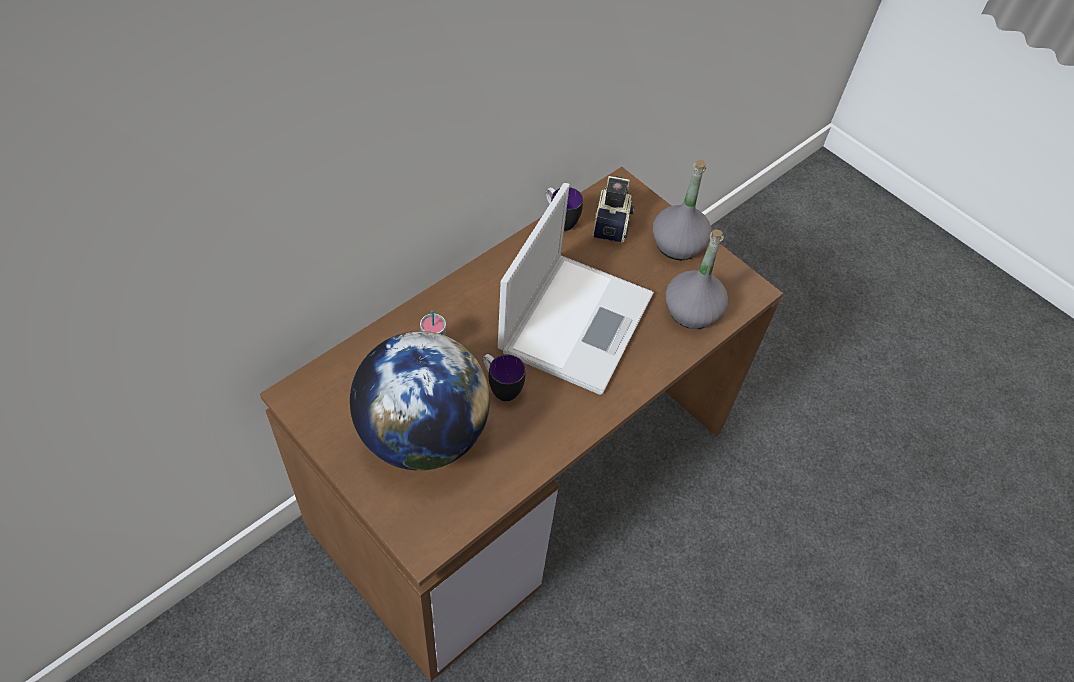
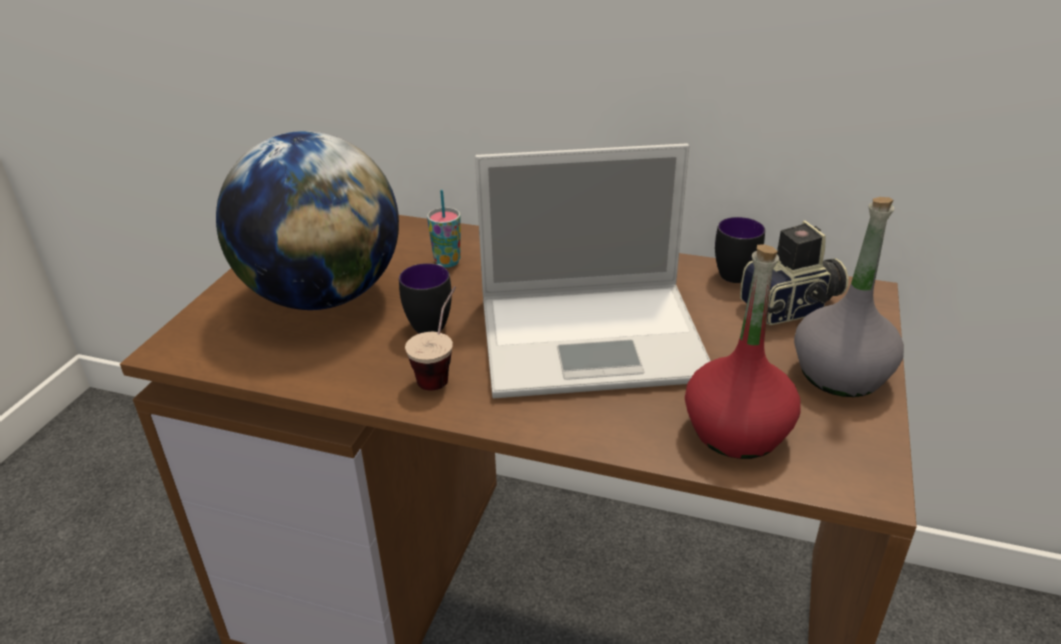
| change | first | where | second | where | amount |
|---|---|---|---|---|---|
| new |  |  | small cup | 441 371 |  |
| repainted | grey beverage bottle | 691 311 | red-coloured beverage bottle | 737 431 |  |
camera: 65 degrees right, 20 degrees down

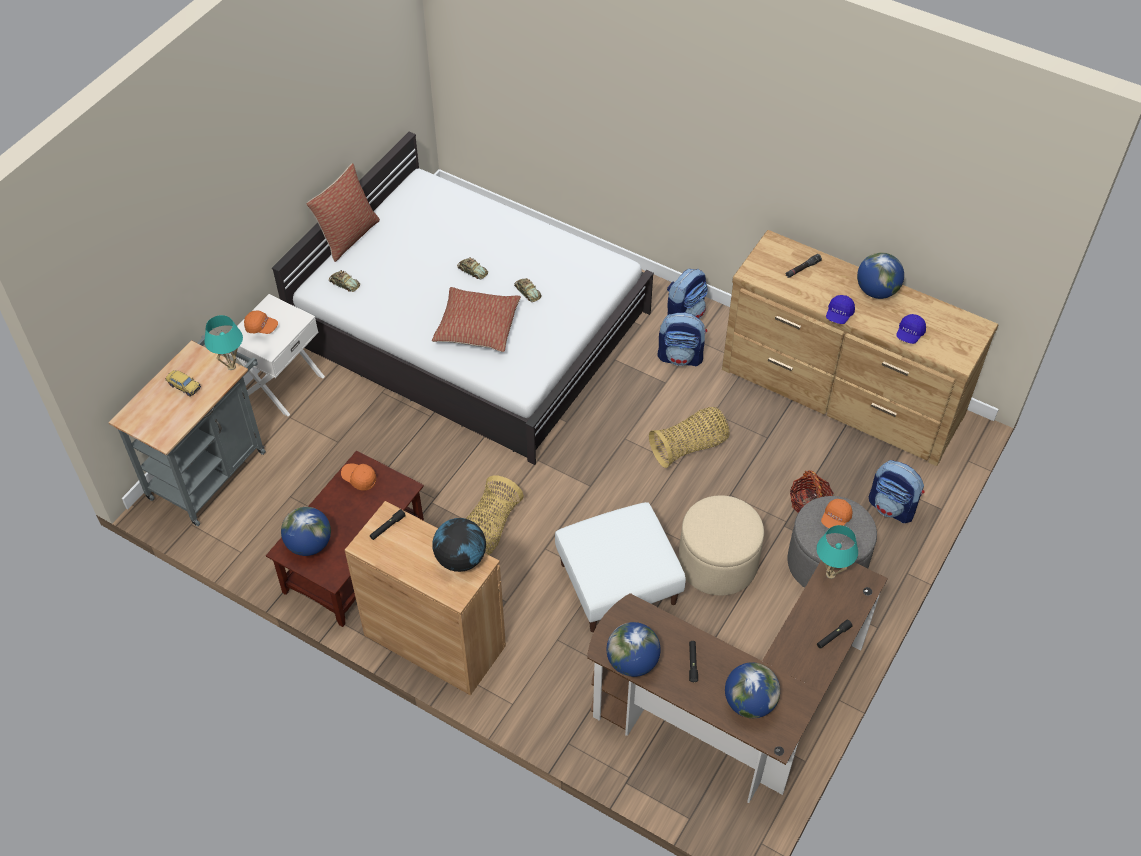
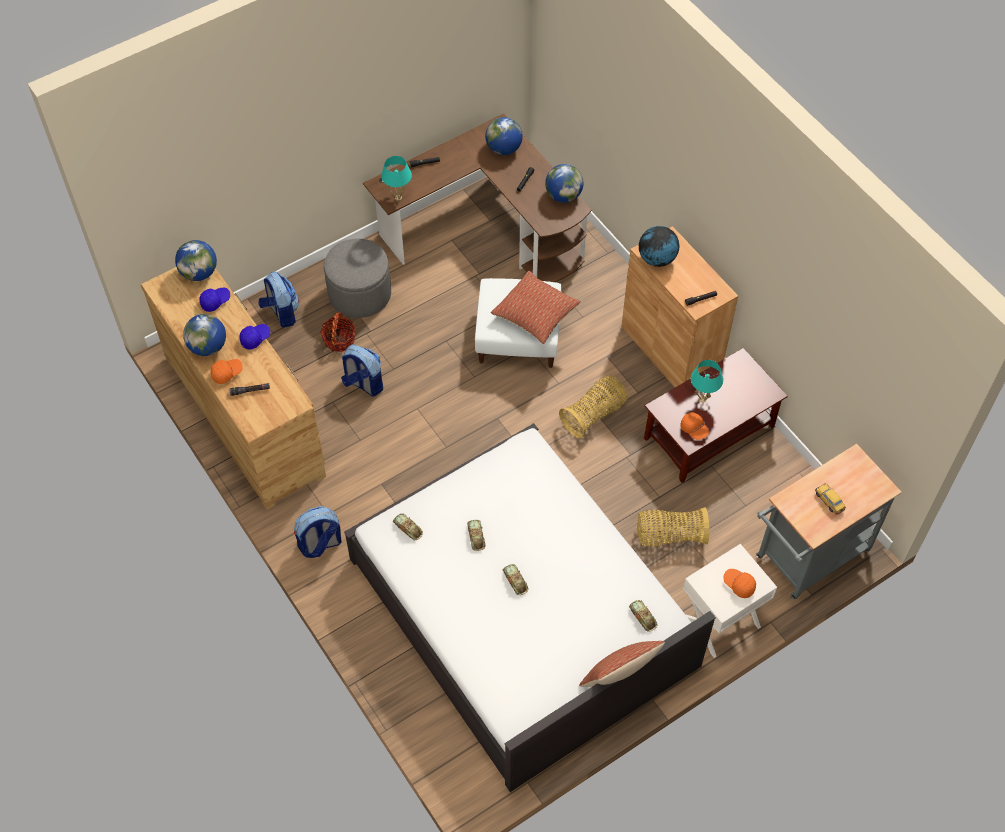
| change | first | where | second | where | amount |
|---|---|---|---|---|---|
| gone | beige ottoman | 717 563 |  |  |  |
| new |  |  | toy car | 408 528 |  |
| shifted | turquoise table lamp | 231 366 |  | 702 399 |  |
| shifted | world globe | 309 544 |  | 199 273 |  |
| shifted | pillow | 477 327 |  | 535 314 |  |
| shifted | storage basket | 689 447 |  | 670 535 |  |
| shifted | rucksack | 681 357 |  | 363 384 |  |
| shifted | orange-coloured peaked cap | 835 519 |  | 227 373 |  |
camera: 155 degrees left, 5 degrees up

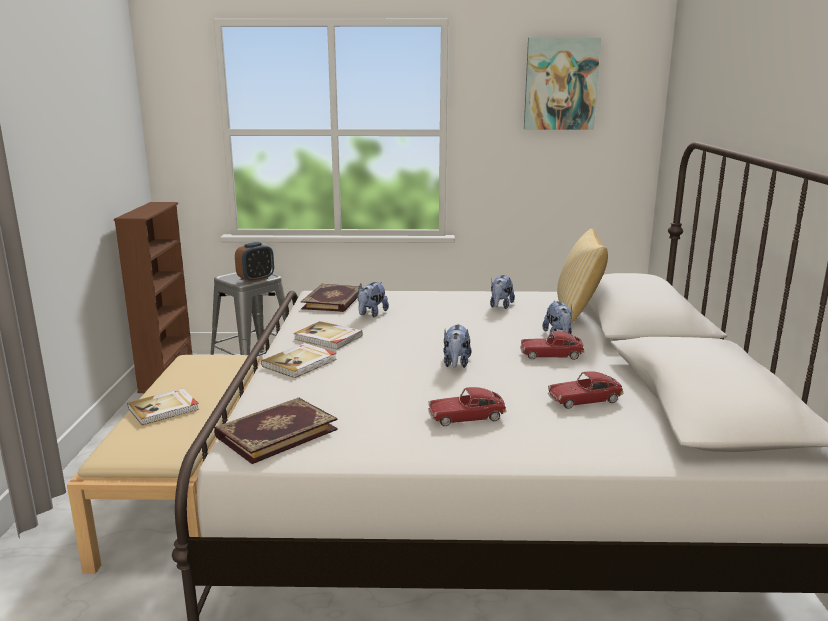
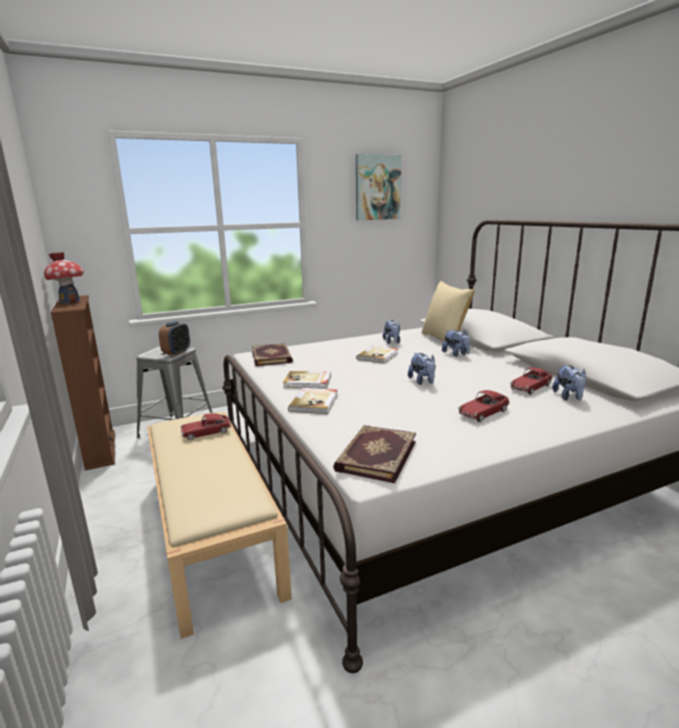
| change | first | where | second | where | amount |
|---|---|---|---|---|---|
| new |  |  | miniature house | 69 301 |  |
| shifted | bound book | 164 409 |  | 378 356 |  |
| shifted | plush toy | 371 314 |  | 569 397 |  |
| shifted | toy car | 551 355 |  | 206 433 |  |
camera: 25 degrees left, 0 degrees up

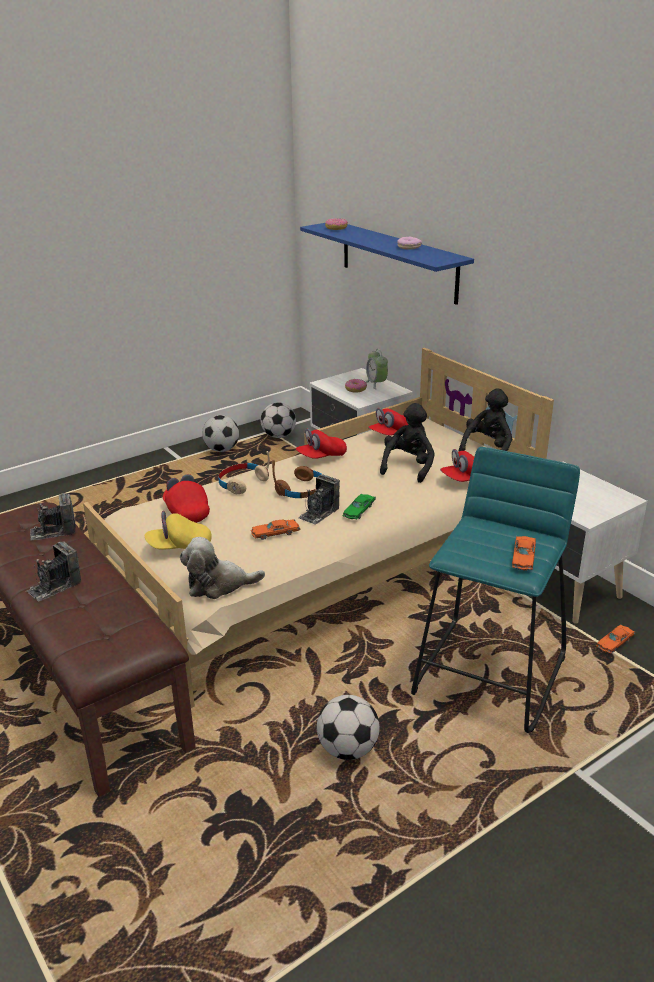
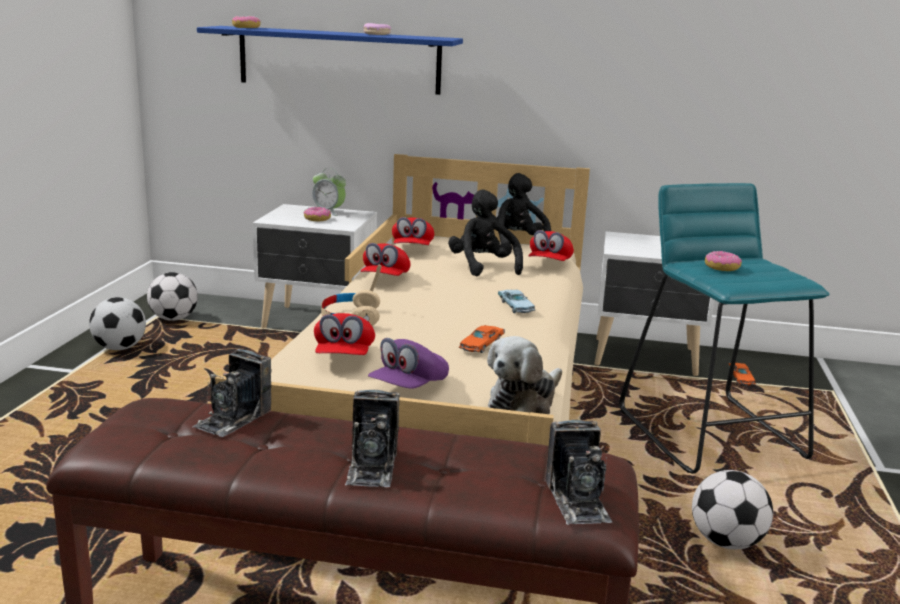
| change | first | where | second | where | amount |
|---|---|---|---|---|---|
| gone | brown-coloured pair of headphones | 302 490 |  |  |  |
| gone | orange-coloured toy car | 523 557 |  |  |  |
| new |  |  | donut | 722 267 |  |
| shifted | still camera | 319 513 |  | 577 500 |  |
| repainted | yellow-coloured peaked cap | 179 546 | purple-coloured peaked cap | 408 387 |  |
| repainted | greenish toy car | 359 510 | blue toy car | 515 306 |  |
| rotated | red-coloured peaked cap | 186 512 |  | 344 357 | 105 degrees counterclockwise |
camera: 45 degrees left, 10 degrees down

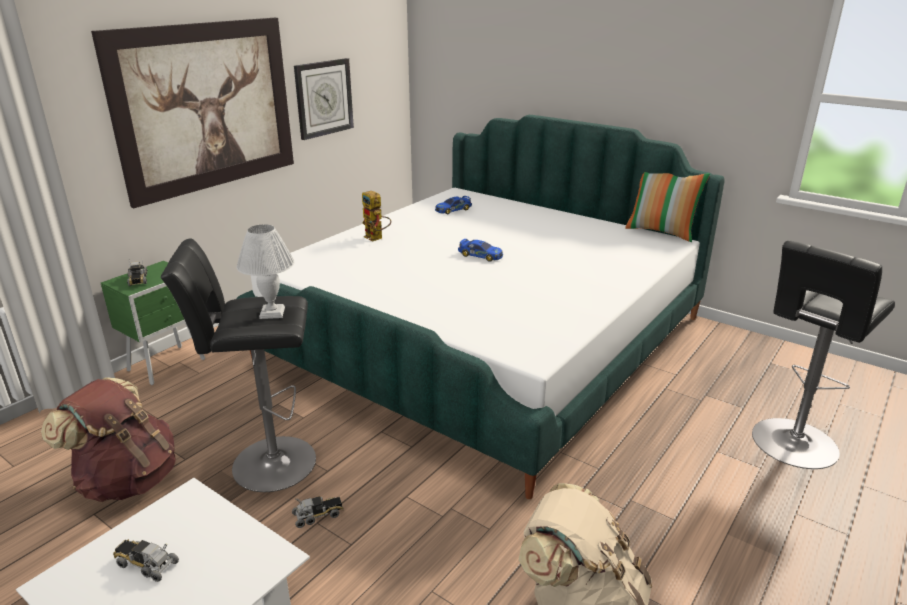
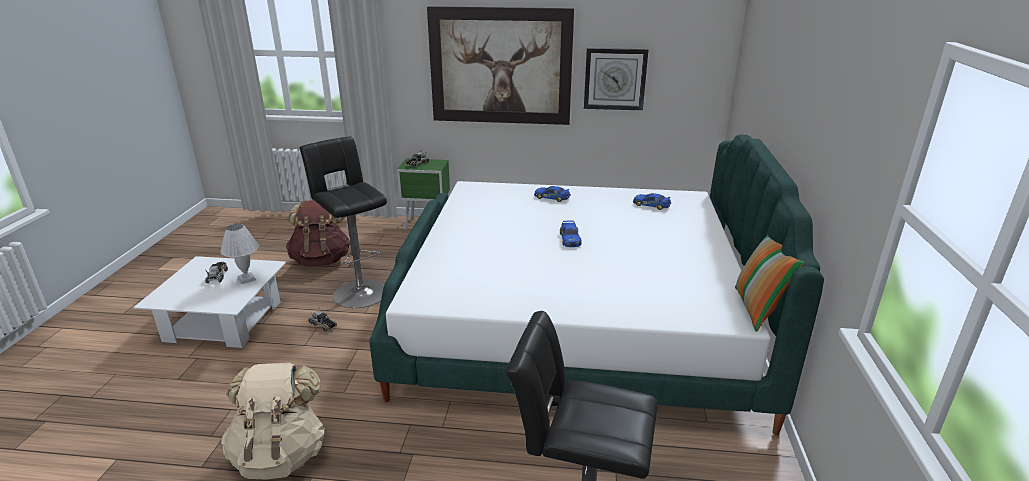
| change | first | where | second | where | amount |
|---|---|---|---|---|---|
| shifted | white-coloured table lamp | 273 313 |  | 247 279 |  |
| swapped | model robot | 377 238 | toy car | 551 197 |  |
camera: 60 degrees right, 0 degrees up

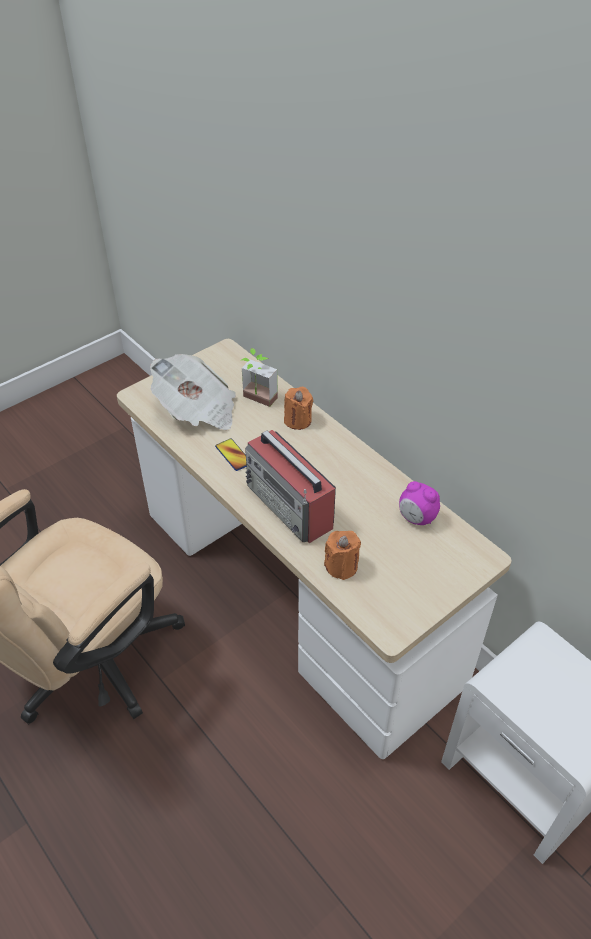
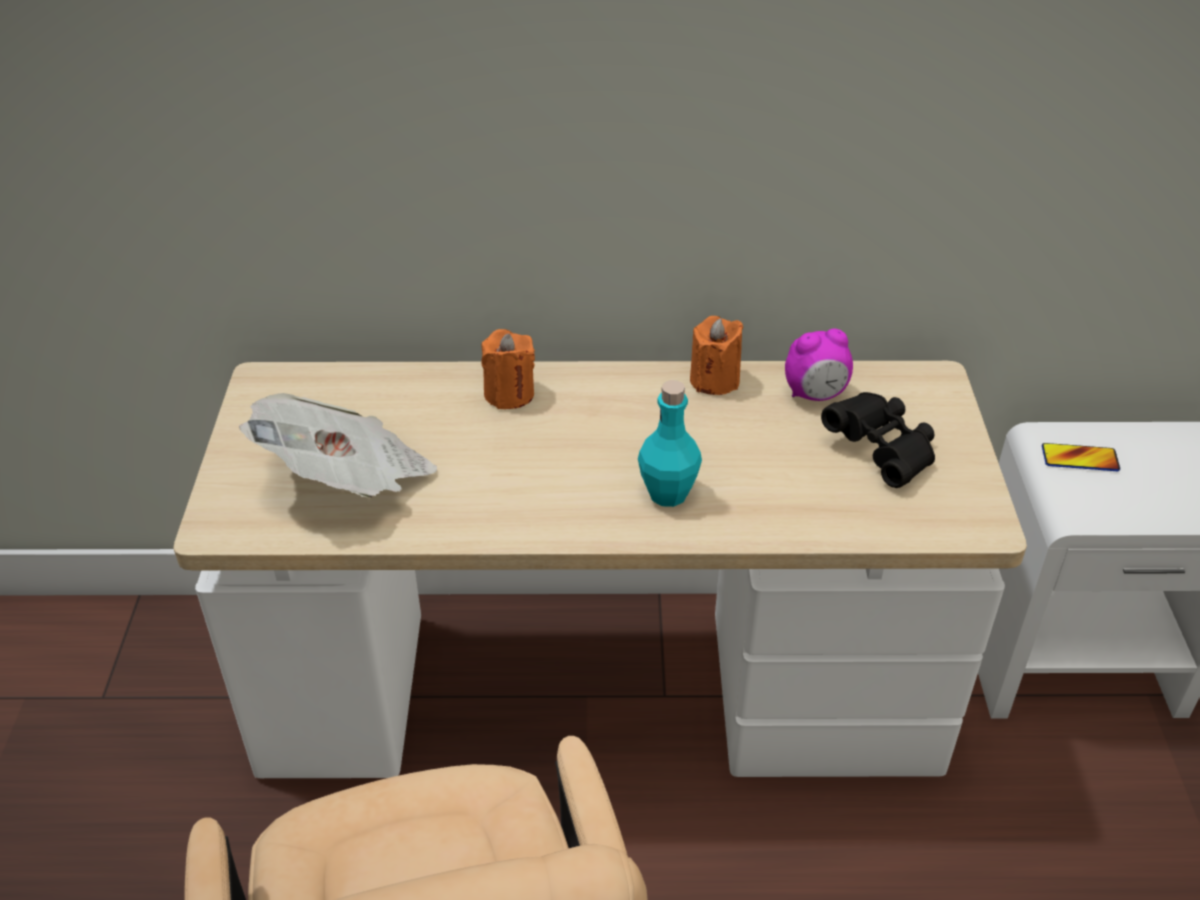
| change | first | where | second | where | amount |
|---|---|---|---|---|---|
| gone | houseplant | 257 401 |  |  |  |
| new |  |  | black binoculars | 882 451 |  |
| shifted | telephone | 233 455 |  | 1079 458 |  |
| shifted | orange-coloured wax light | 341 566 |  | 714 380 |  |
| swapped | radio set | 290 506 | turquoise beverage bottle | 668 493 |  |
camera: 50 degrees left, 5 degrees down

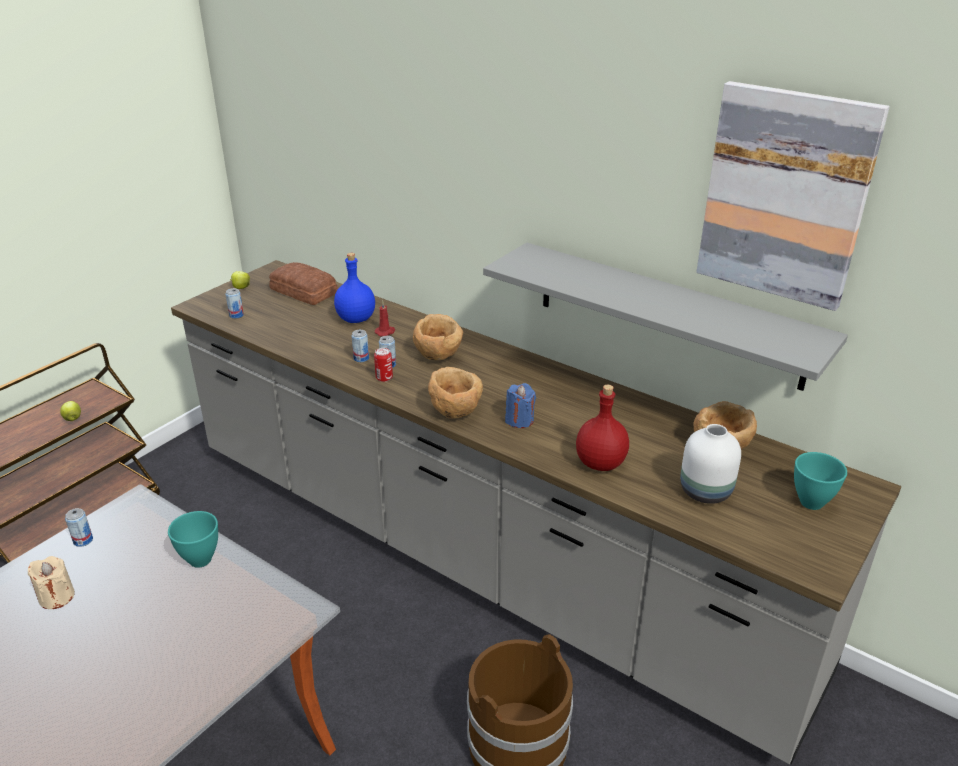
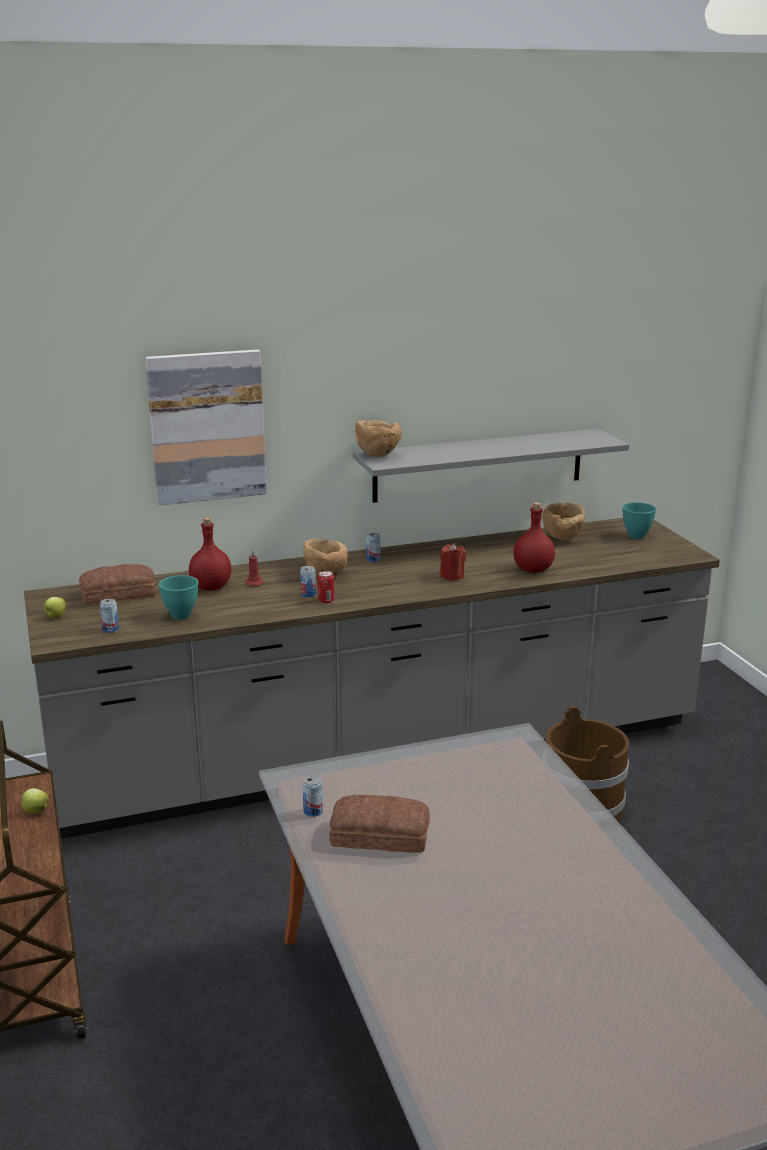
| change | first | where | second | where | amount |
|---|---|---|---|---|---|
| gone | white-coloured decorative vase | 706 491 |  |  |  |
| shifted | turquoise serving bowl | 201 559 |  | 180 615 |  |
| shifted | can | 361 358 |  | 373 559 |  |
| shifted | brown-coloured serving bowl | 455 413 |  | 377 455 |  |
| shifted | wall art | 785 196 |  | 207 426 |  |
| swapped | beige wax light | 57 597 | baked bread | 381 836 |  |
| repainted | blue beverage bottle | 357 319 | red-coloured beverage bottle | 211 587 |  |
| repainted | blue wax light | 519 420 | red-coloured wax light | 452 576 |  |
camera: 55 degrees left, 10 degrees down

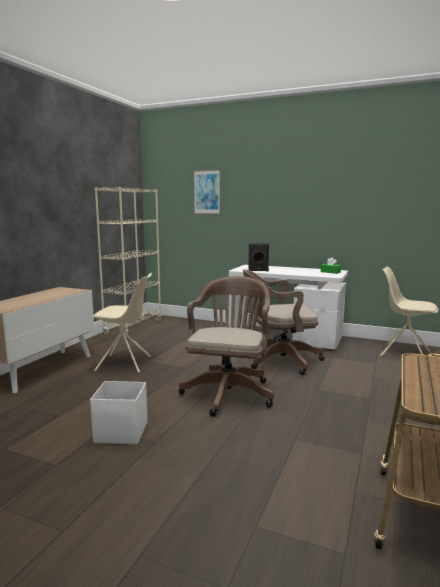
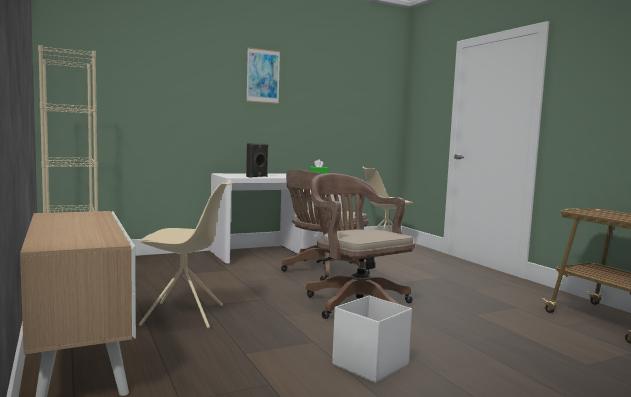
| change | first | where | second | where | amount |
|---|---|---|---|---|---|
| shifted | wall art | 207 192 |  | 263 76 |  |
| rotated | beige upright chair | 125 364 |  | 185 315 | 45 degrees clockwise |
camera: 50 degrees left, 5 degrees down

